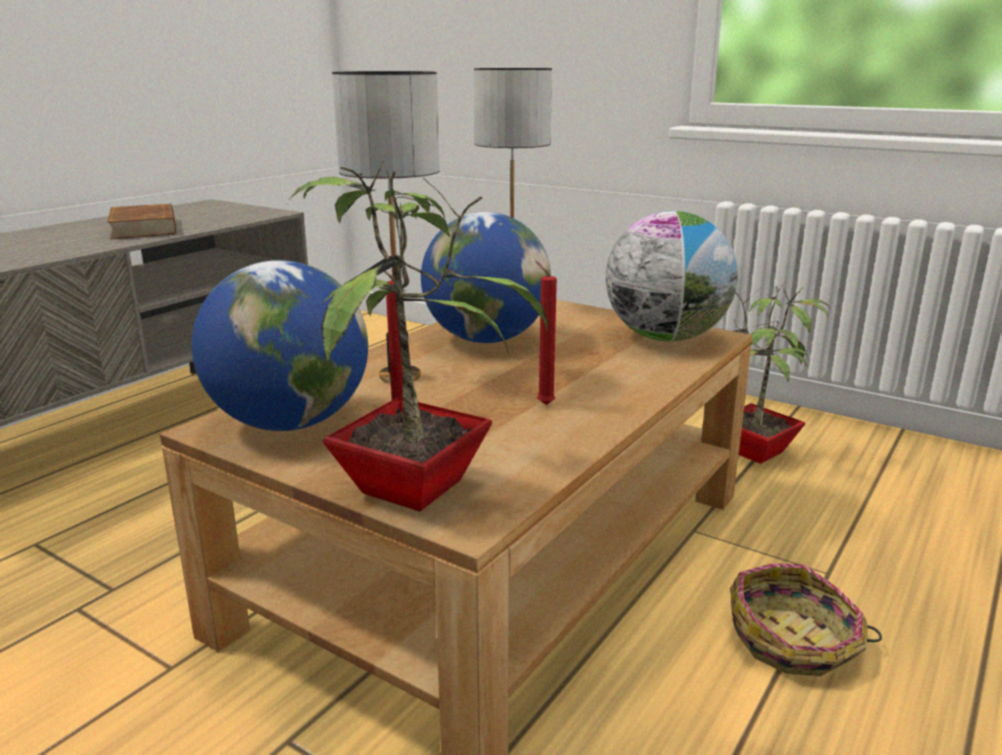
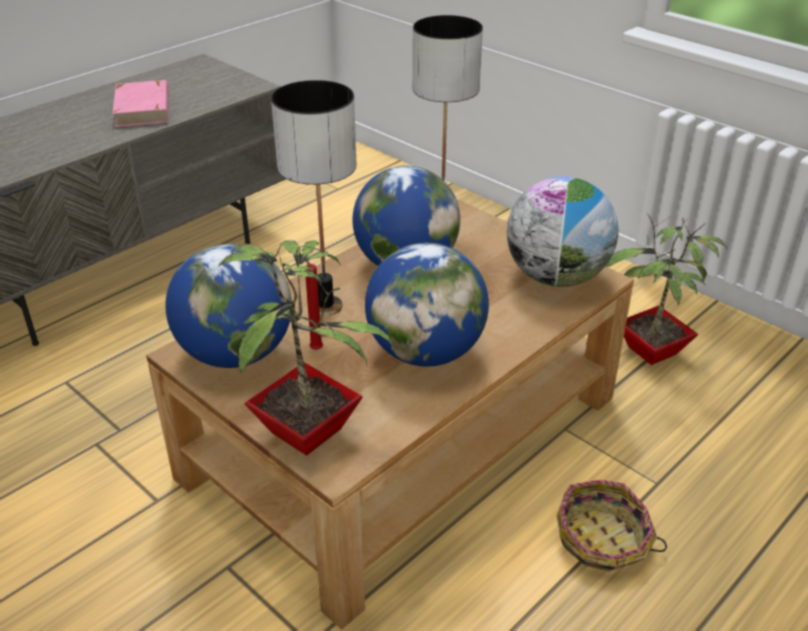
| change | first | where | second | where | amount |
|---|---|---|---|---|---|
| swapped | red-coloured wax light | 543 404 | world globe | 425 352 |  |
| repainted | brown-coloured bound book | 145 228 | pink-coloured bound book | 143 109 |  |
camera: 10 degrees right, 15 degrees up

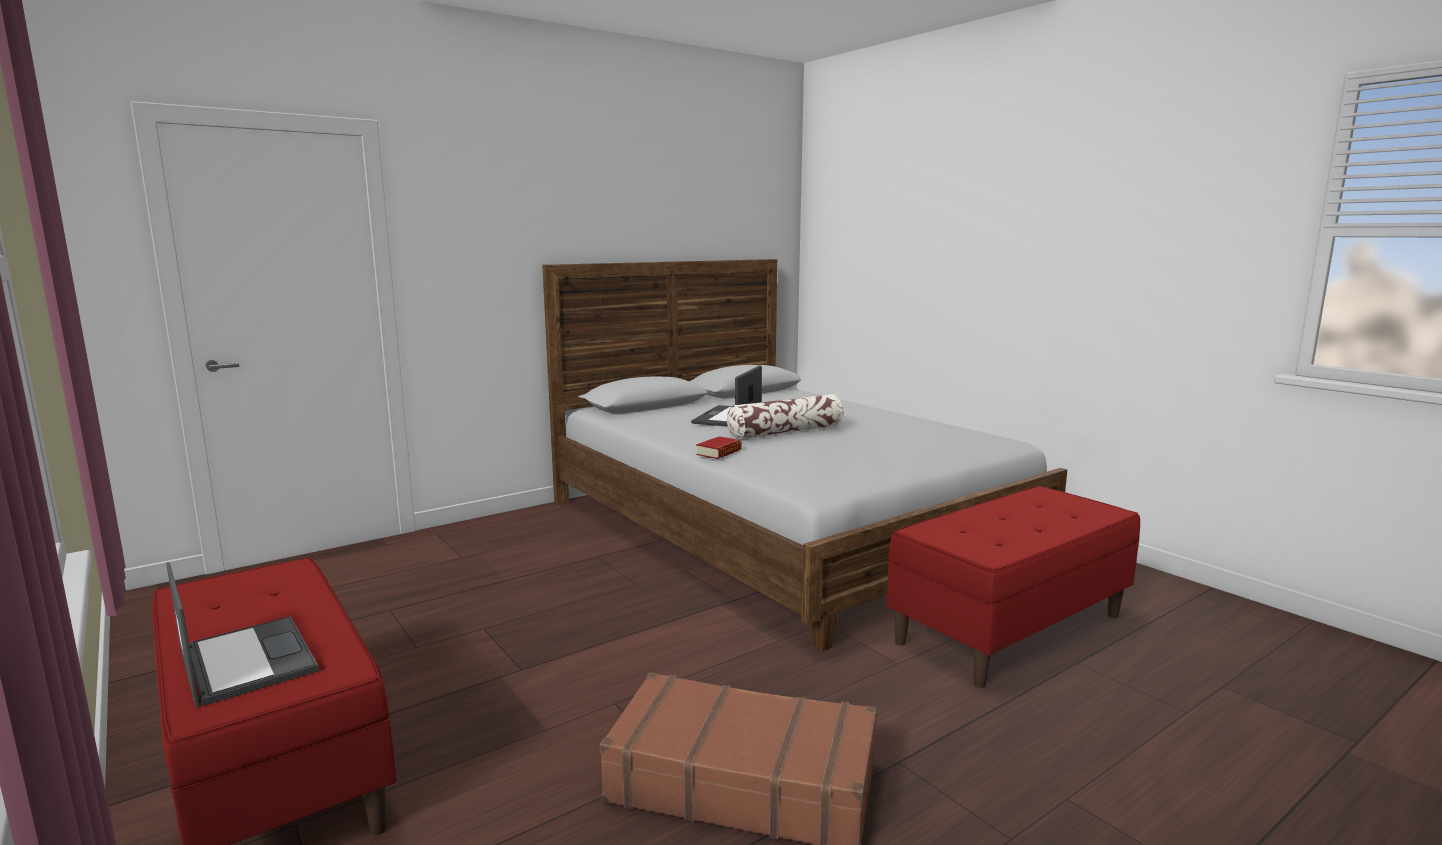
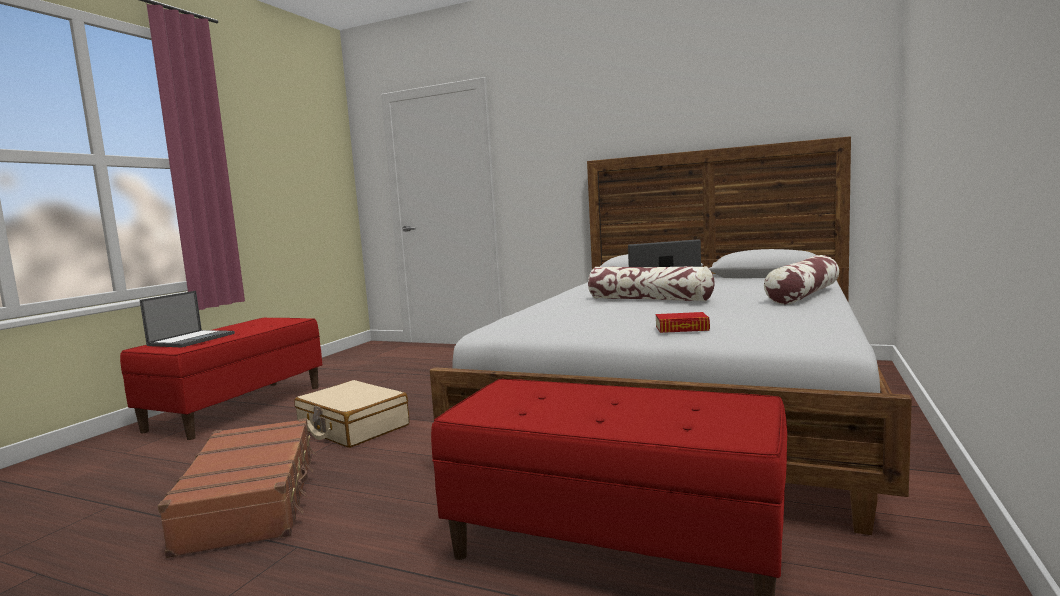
| change | first | where | second | where | amount |
|---|---|---|---|---|---|
| new |  |  | beige suitcase | 353 427 |  |
| new |  |  | pillow | 803 295 |  |
| shifted | bound book | 719 452 |  | 682 328 |  |
camera: 60 degrees right, 5 degrees down

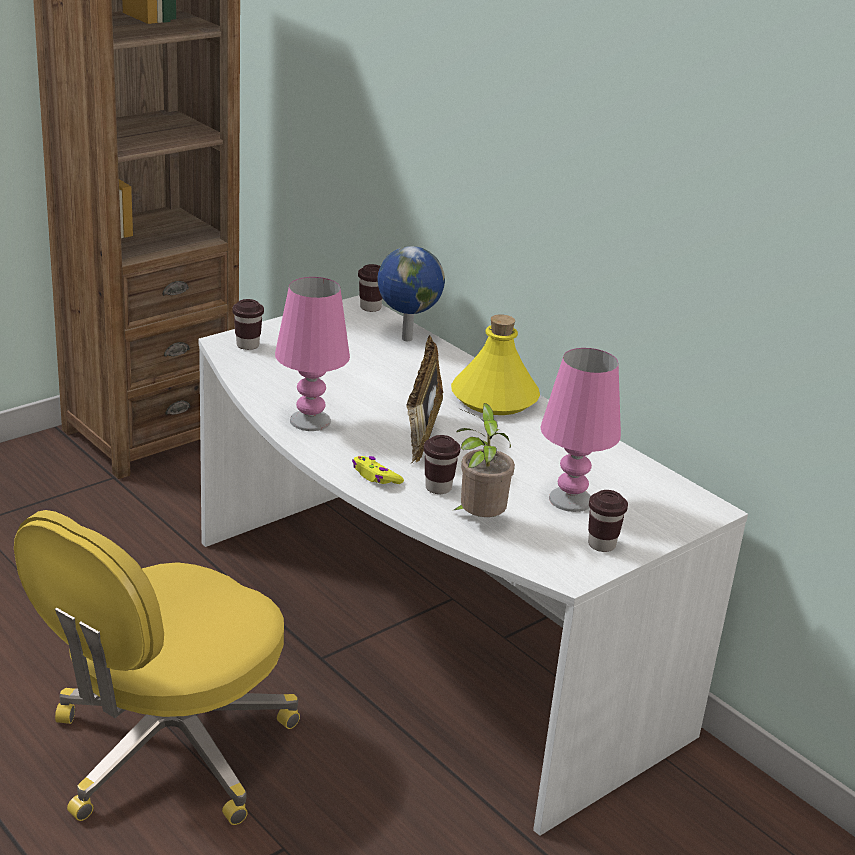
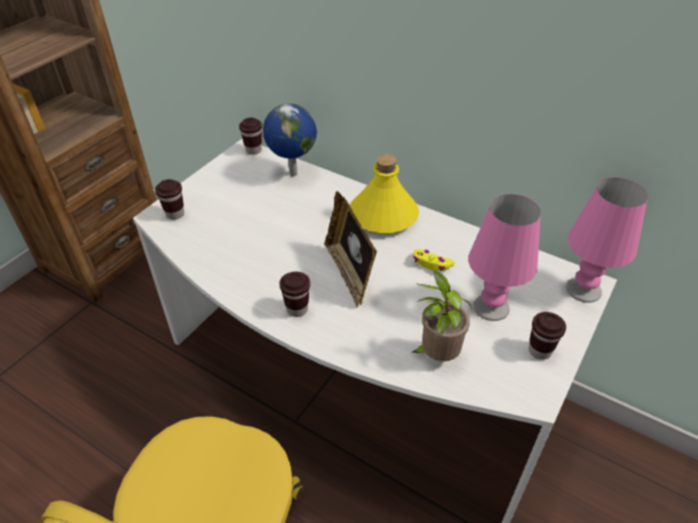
| change | first | where | second | where | amount |
|---|---|---|---|---|---|
| shifted | pink-coloured table lamp | 310 421 |  | 584 290 |  |
| shifted | yellow-coloured gamepad | 375 476 |  | 431 264 |  |
| shifted | brown-coloured small cup | 438 488 |  | 297 309 |  |
camera: 15 degrees left, 15 degrees up

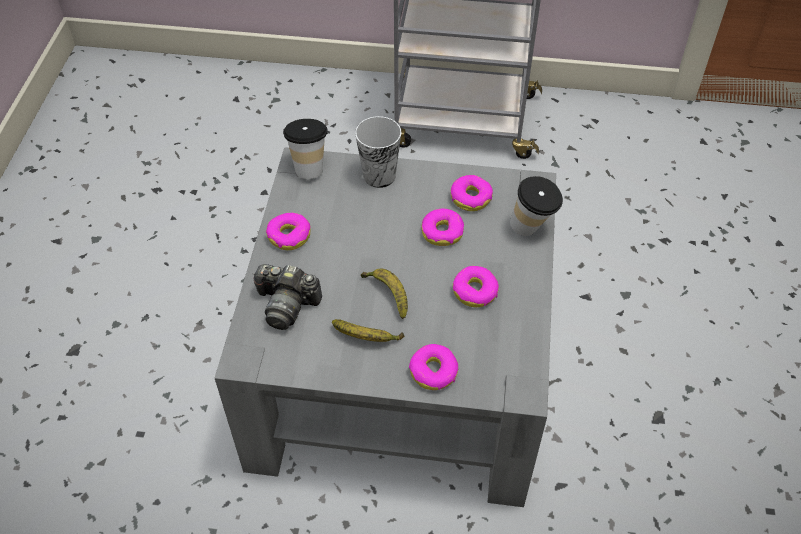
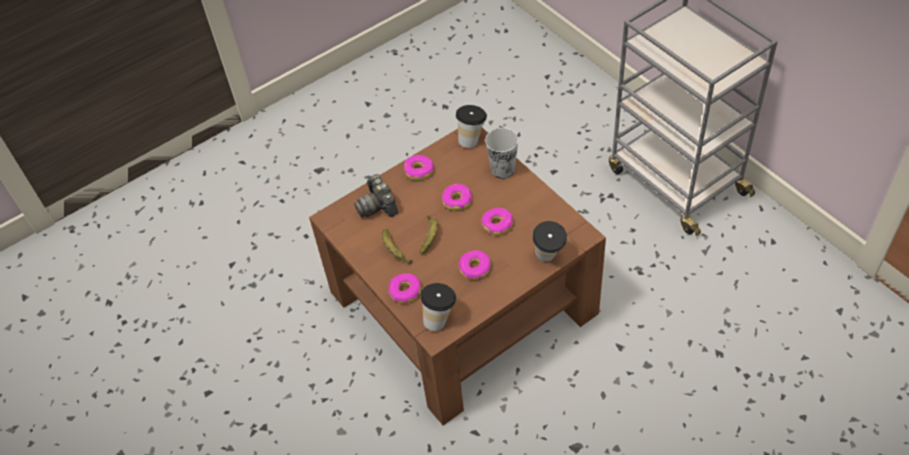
| change | first | where | second | where | amount |
|---|---|---|---|---|---|
| new |  |  | small cup | 440 319 |  |
| shifted | donut | 471 198 |  | 457 200 |  |
| repainted | grey lounge table | 400 369 | brown-coloured lounge table | 462 303 |  |
camera: 50 degrees right, 0 degrees up

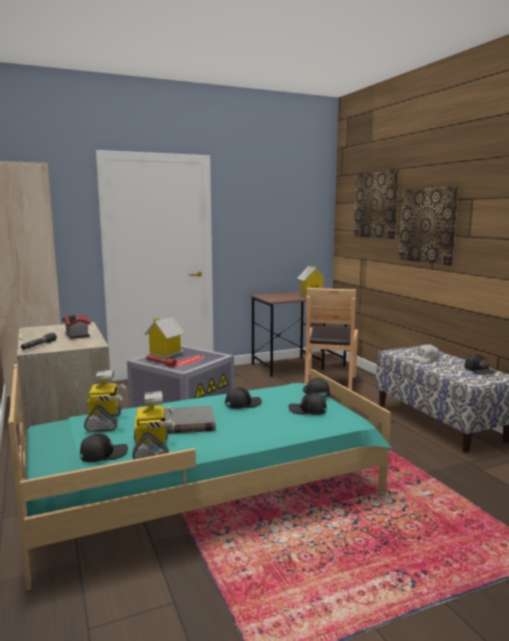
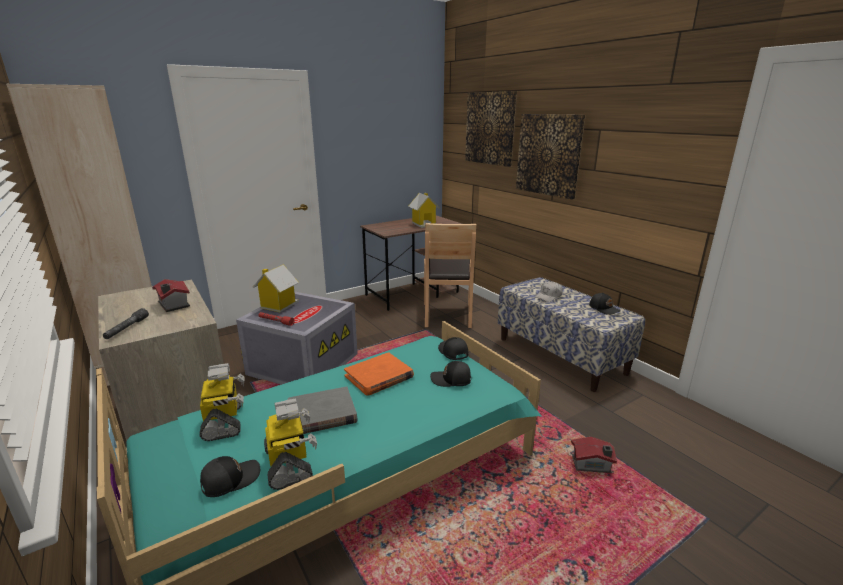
| change | first | where | second | where | amount |
|---|---|---|---|---|---|
| new |  |  | miniature house | 592 465 |  |
| swapped | black peaked cap | 242 404 | orange-coloured bound book | 379 377 |  |
camera: 10 degrees left, 10 degrees up

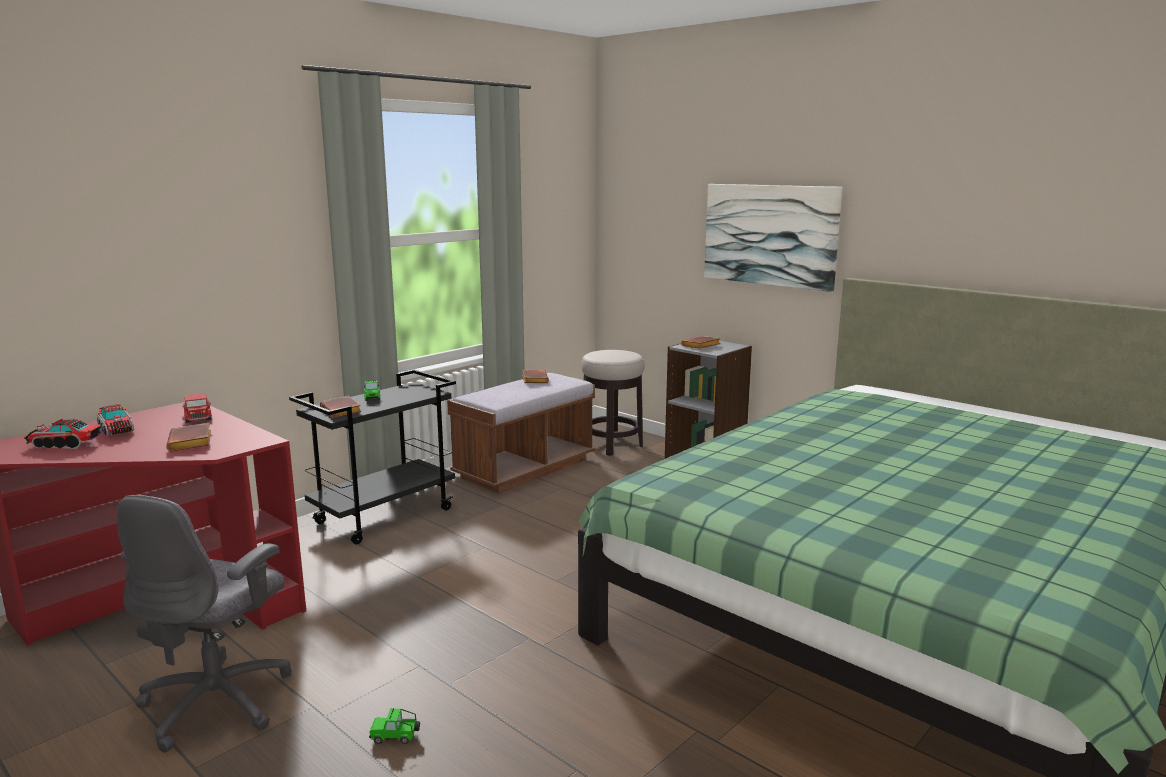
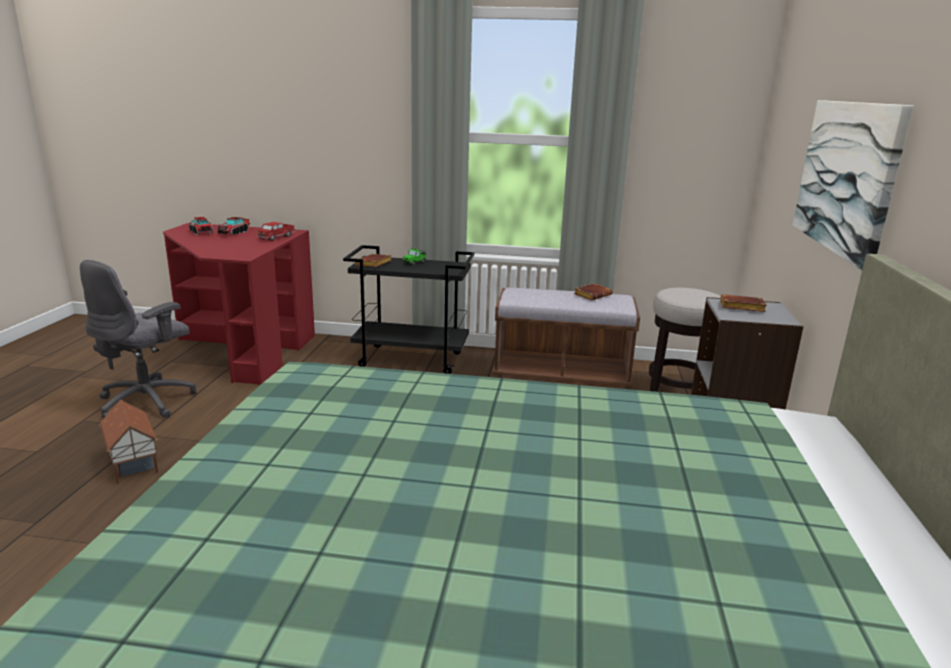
| change | first | where | second | where | amount |
|---|---|---|---|---|---|
| gone | brown-coloured bound book | 192 443 |  |  |  |
| swapped | toy car | 396 737 | miniature house | 132 464 |  |
| rotated | grey desk chair | 219 702 |  | 148 401 | 45 degrees counterclockwise |
camera: 55 degrees right, 5 degrees up

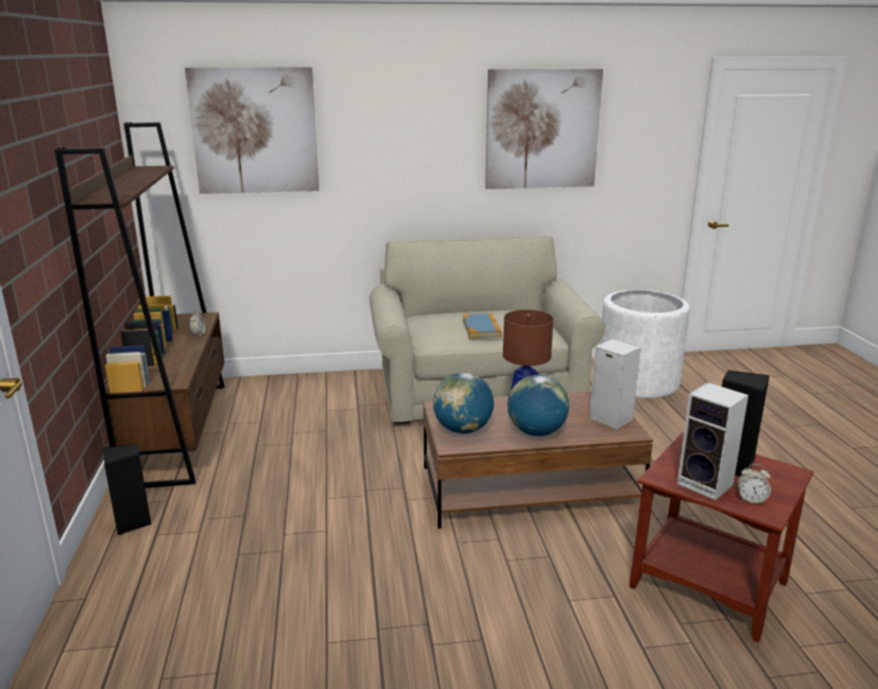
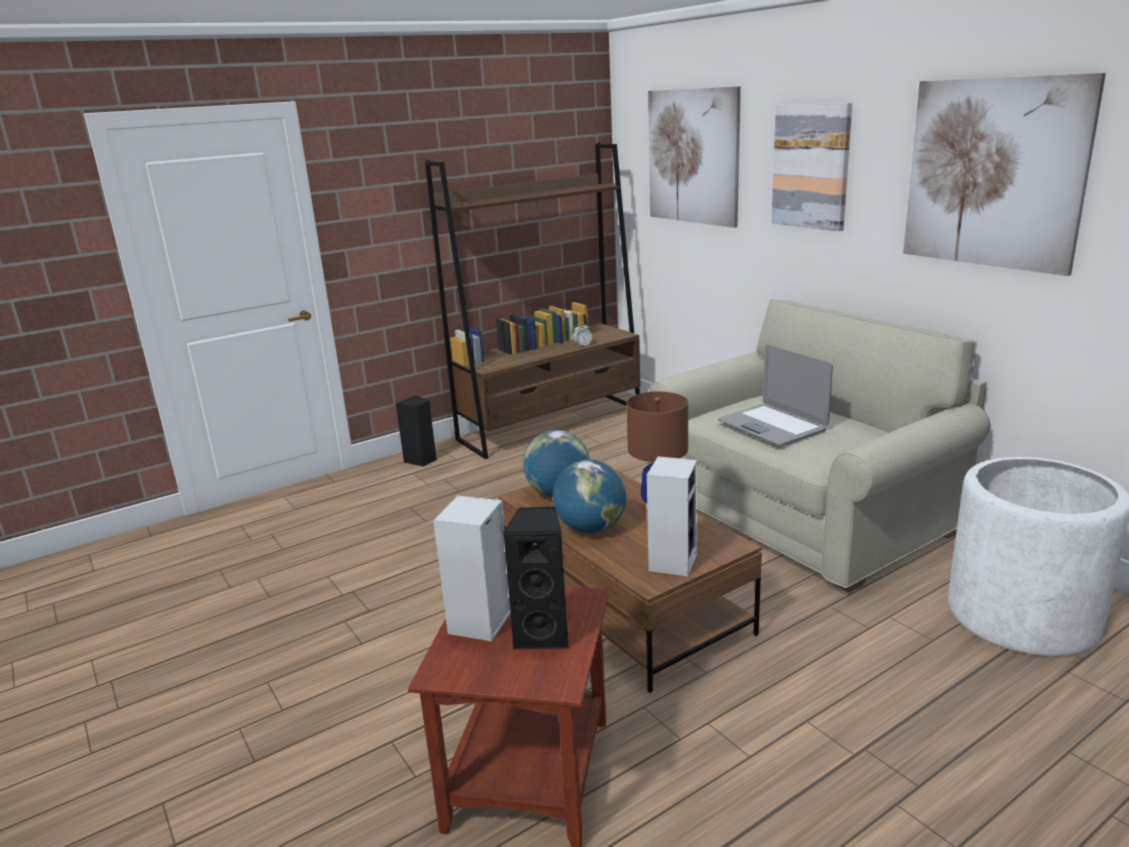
| change | first | where | second | where | amount |
|---|---|---|---|---|---|
| gone | alarm clock | 751 499 |  |  |  |
| new |  |  | wall art | 811 166 |  |
| swapped | bound book | 481 328 | portable computer | 772 426 |  |
camera: 65 degrees right, 0 degrees up

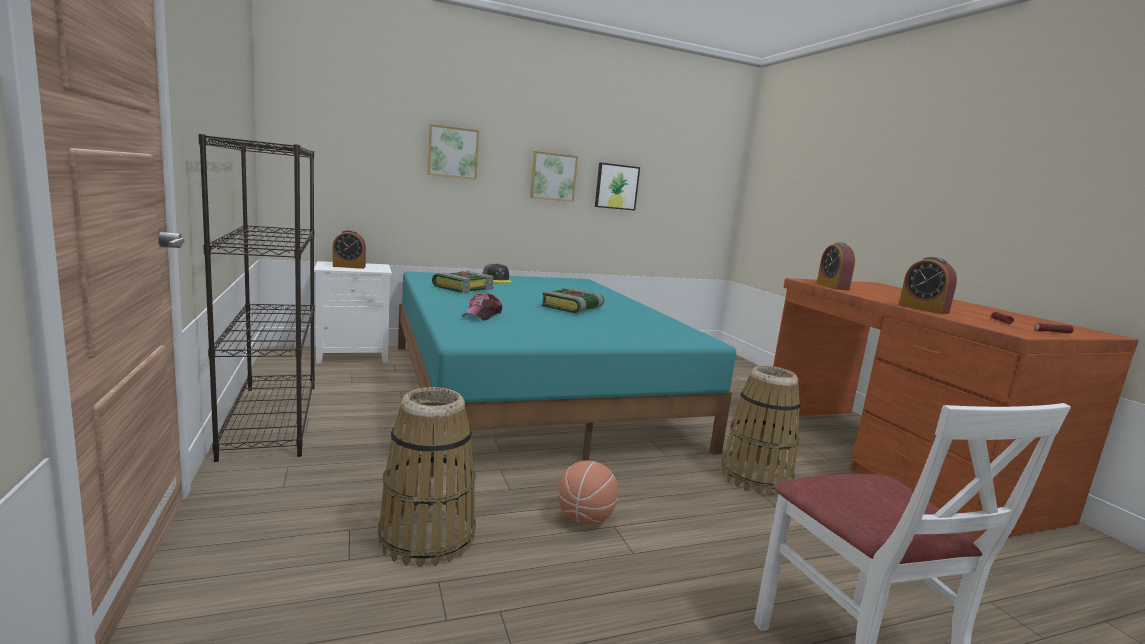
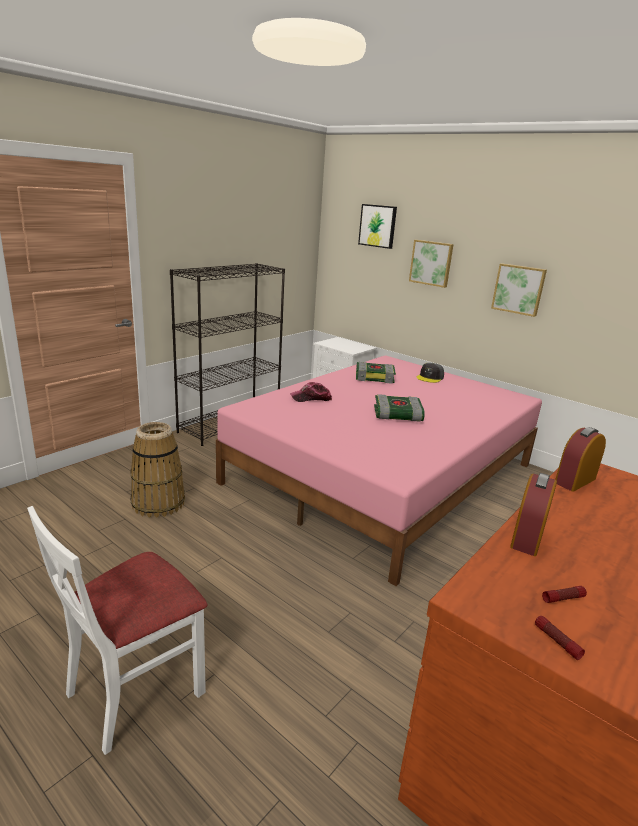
| change | first | where | second | where | amount |
|---|---|---|---|---|---|
| gone | alarm clock | 349 266 |  |  |  |
| gone | basketball | 584 518 |  |  |  |
| gone | storage basket | 756 478 |  |  |  |
| shifted | wall art | 616 186 |  | 378 226 |  |
| repainted | turquoise sleeping bed | 532 391 | pink-coloured sleeping bed | 384 474 |  |
camera: 60 degrees right, 10 degrees up

